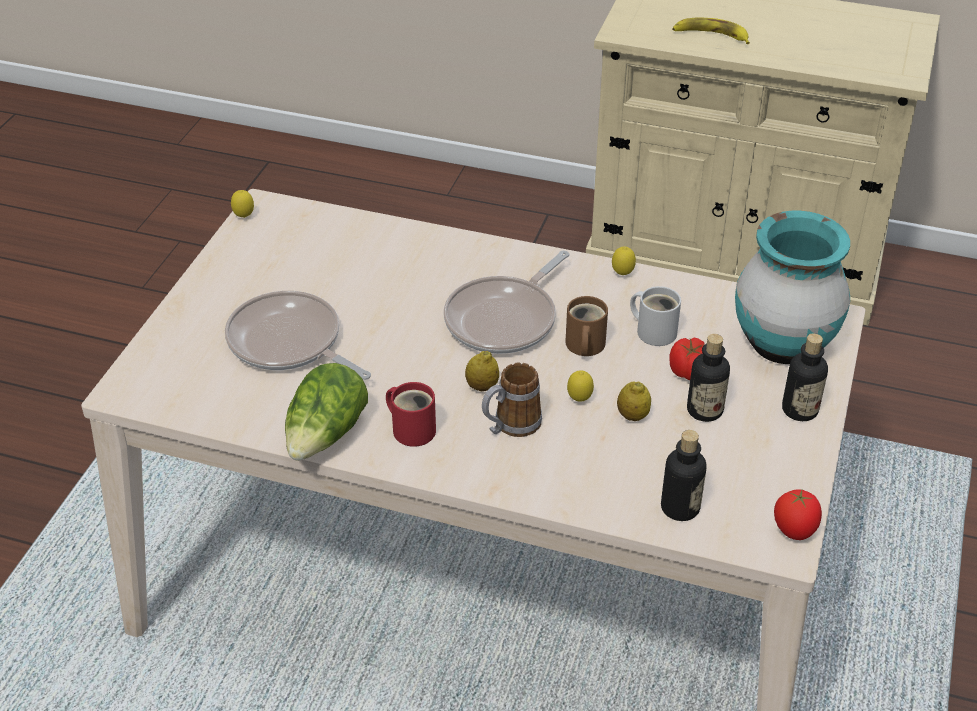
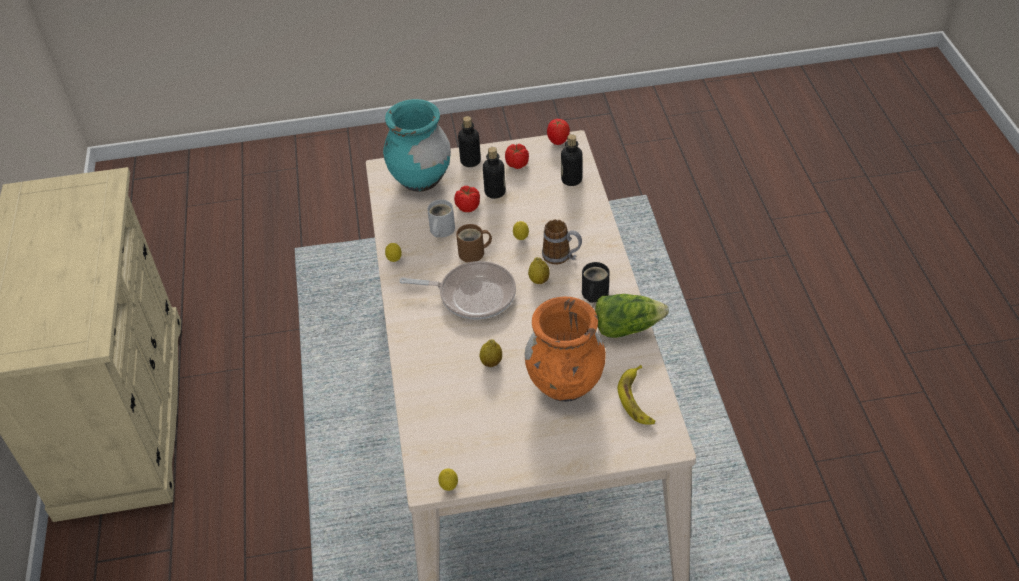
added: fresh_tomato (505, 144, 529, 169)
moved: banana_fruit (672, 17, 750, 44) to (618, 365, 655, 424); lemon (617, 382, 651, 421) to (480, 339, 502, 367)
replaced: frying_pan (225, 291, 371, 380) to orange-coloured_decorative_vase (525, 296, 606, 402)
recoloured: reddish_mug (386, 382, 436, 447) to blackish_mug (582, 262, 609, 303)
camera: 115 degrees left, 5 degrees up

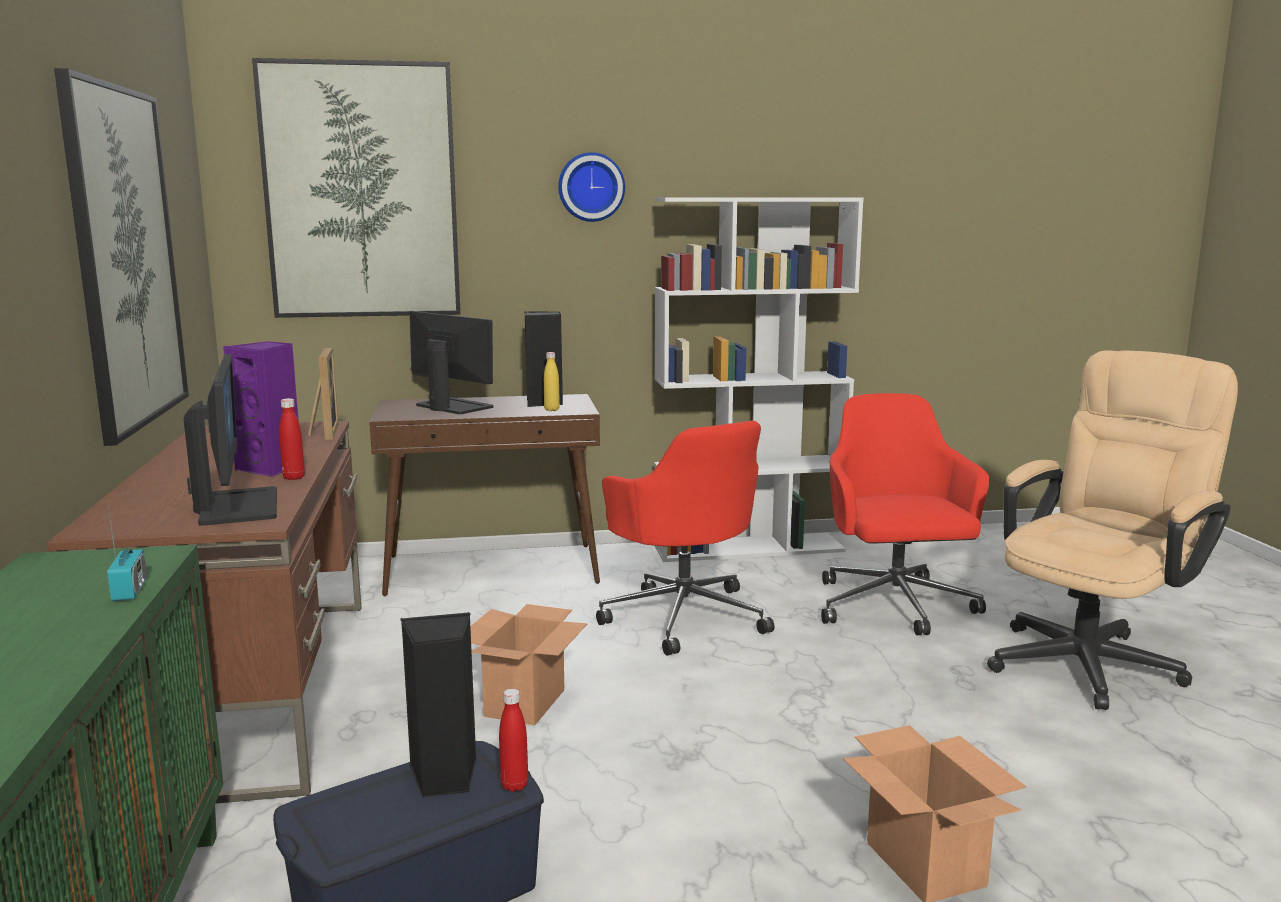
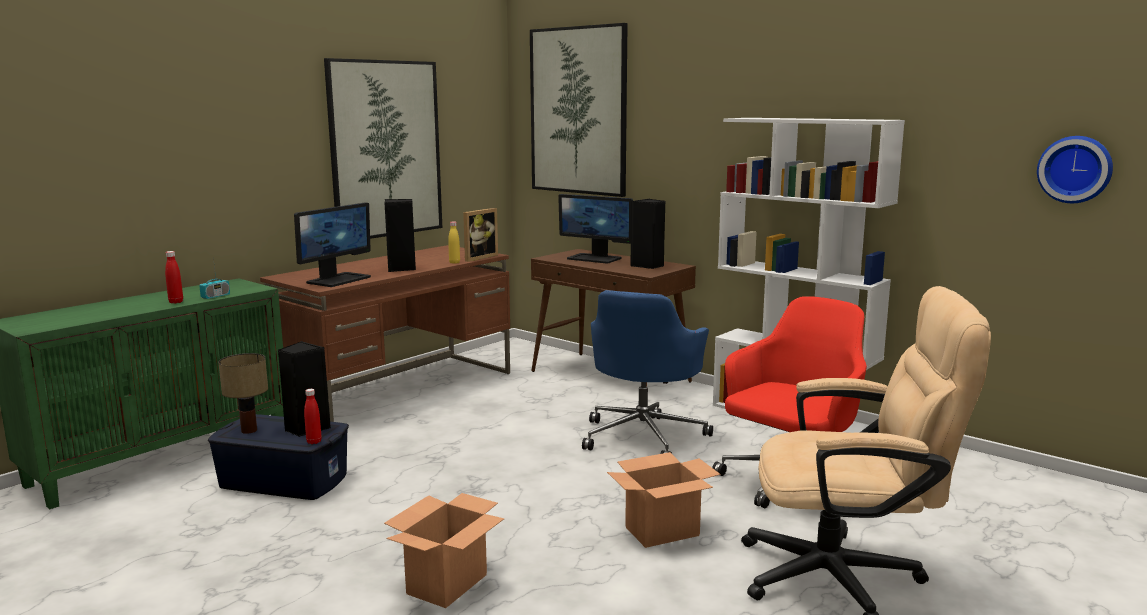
added: tabletop_lamp (218, 353, 268, 434)
moved: wall_clock (558, 152, 625, 222) to (1037, 136, 1113, 203); yellow-coloured_beverage_bottle (544, 352, 560, 411) to (448, 221, 460, 264); reddish_beverage_bottle (279, 398, 305, 480) to (165, 251, 183, 303); cardboard_box (470, 604, 587, 725) to (607, 452, 721, 548)
recoloured: purple-coloured_speaker (223, 341, 299, 477) to blackish_speaker (384, 199, 416, 272); reddish_computer_chair (596, 421, 775, 656) to blue-coloured_computer_chair (582, 290, 713, 454)
turned: computer_display (410, 311, 493, 414) = (558, 194, 633, 264) 120 degrees clockwise
camera: 50 degrees right, 0 degrees up

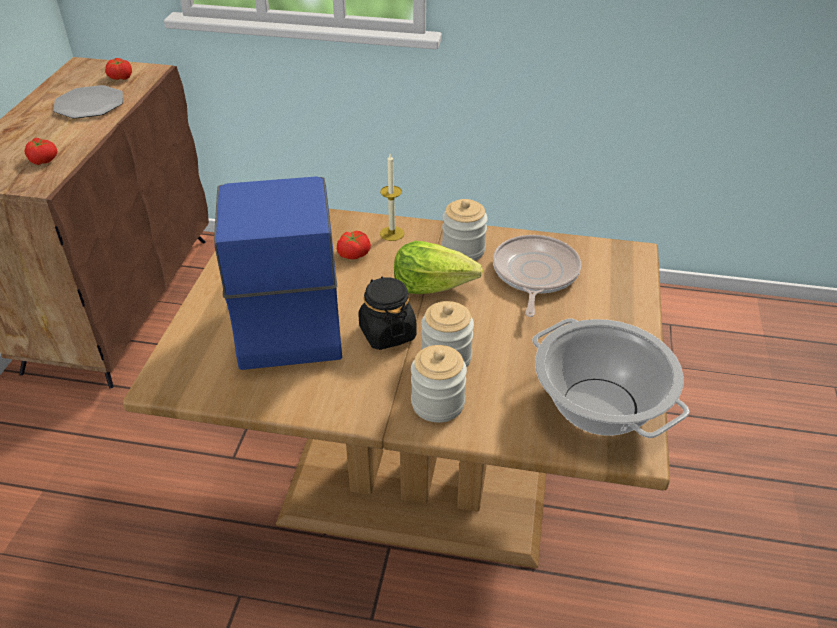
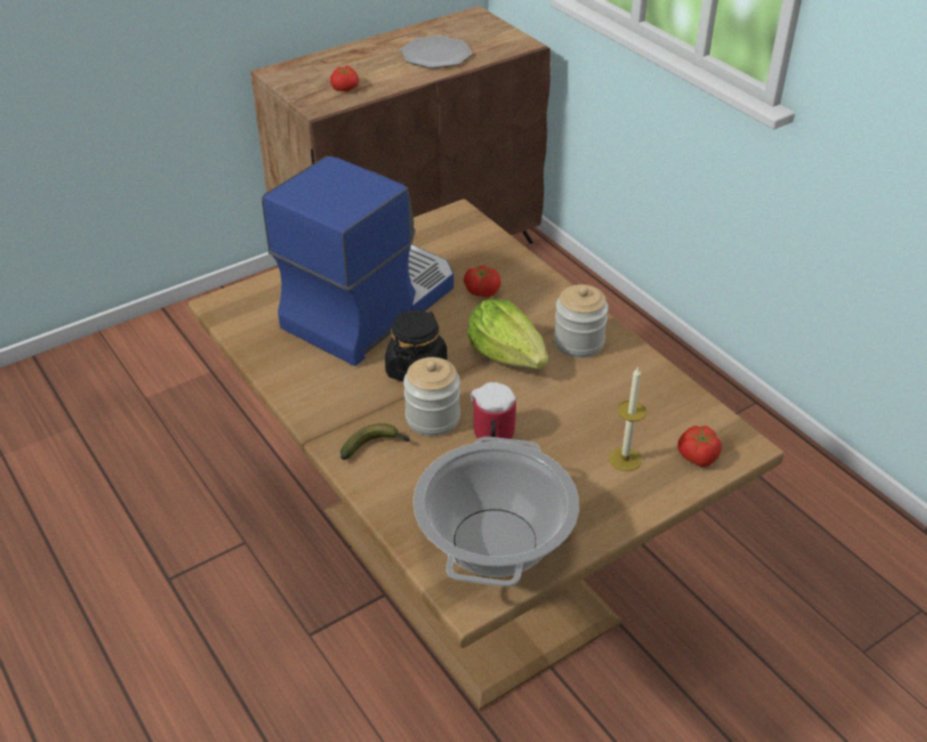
removed: frying_pan (493, 235, 581, 317)
added: mug (470, 382, 516, 439)
moved: fresh_tomato (105, 58, 132, 80) to (678, 426, 722, 467); wax_light (380, 154, 404, 241) to (609, 367, 646, 471)
replaced: jar (411, 345, 467, 422) to banana_fruit (340, 423, 410, 460)
camera: 45 degrees right, 0 degrees up

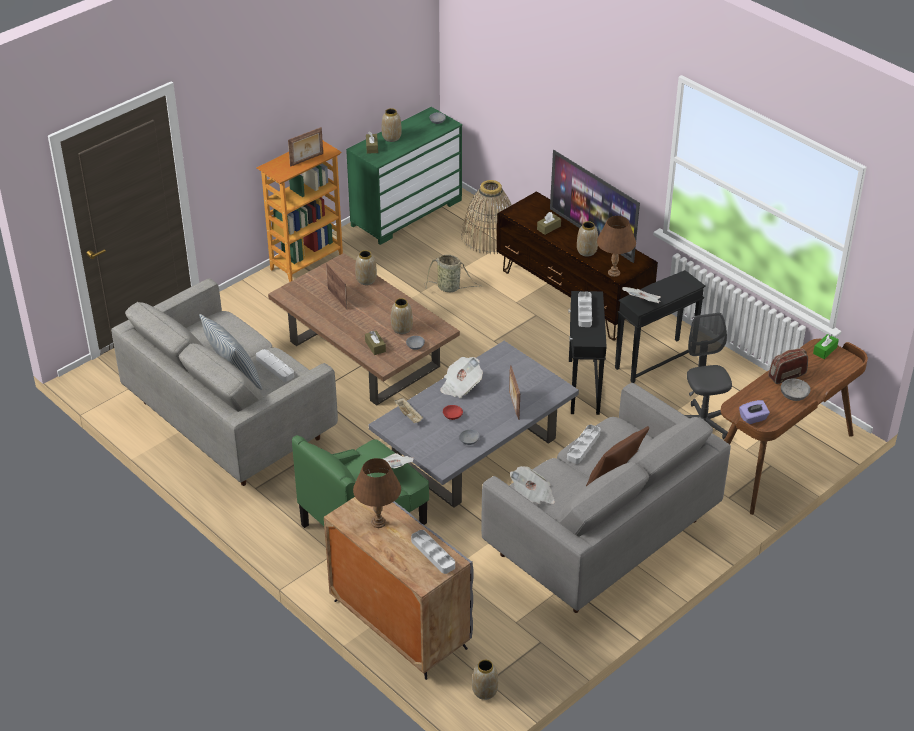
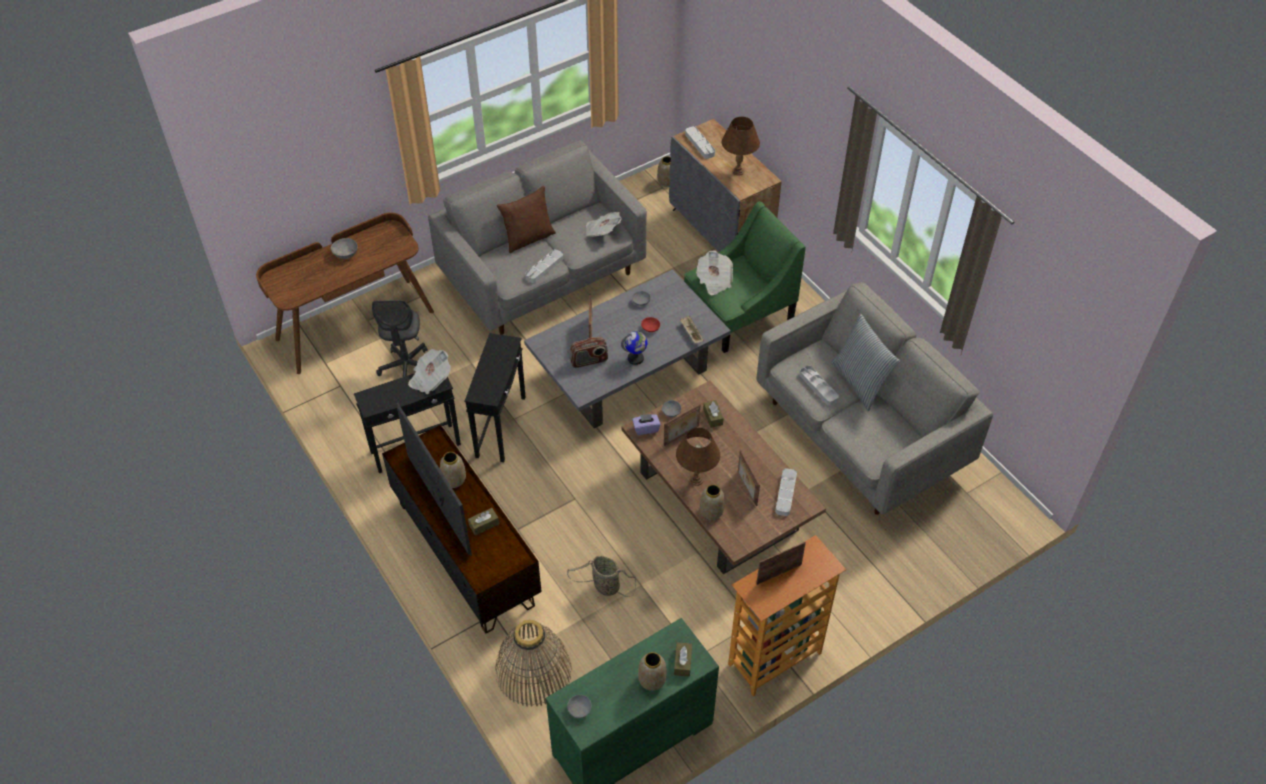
removed: green_box_of_tissues (813, 334, 839, 359)
moved: brown-coloured_tabletop_lamp (597, 216, 636, 277) to (676, 428, 720, 486); grey_tray (578, 292, 592, 327) to (775, 468, 797, 516); radio (768, 348, 808, 384) to (570, 337, 608, 368); purple-coloured_box_of_tissues (739, 400, 770, 424) to (632, 414, 661, 435)
replaced: decorative_vase (391, 298, 413, 334) to picture_frame (663, 404, 701, 446); newspaper (440, 357, 483, 398) to globe (621, 331, 647, 365)
camera: 170 degrees left, 10 degrees up

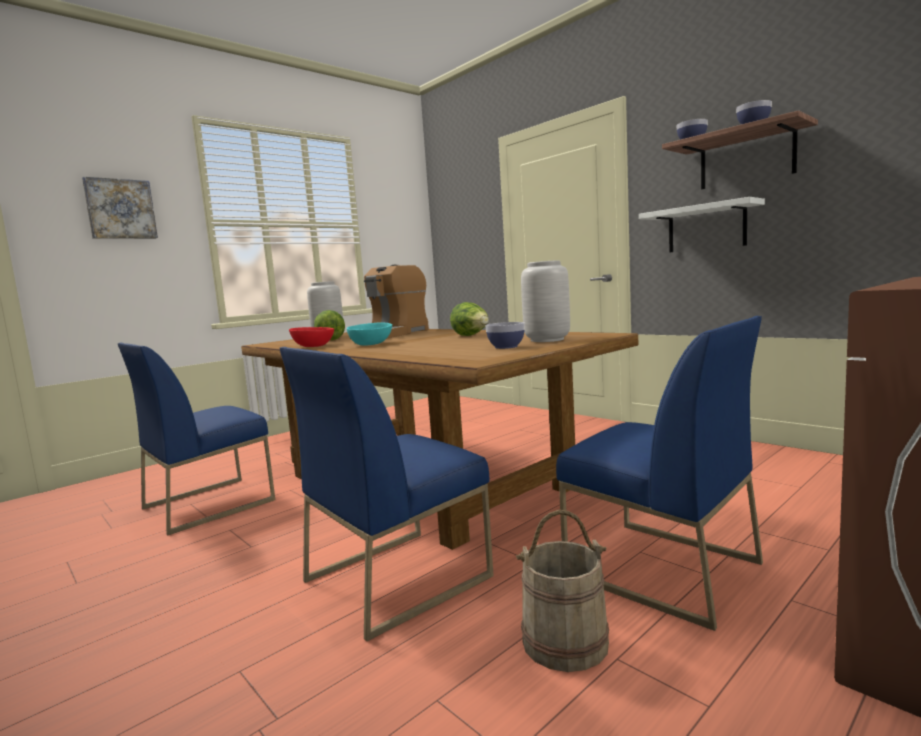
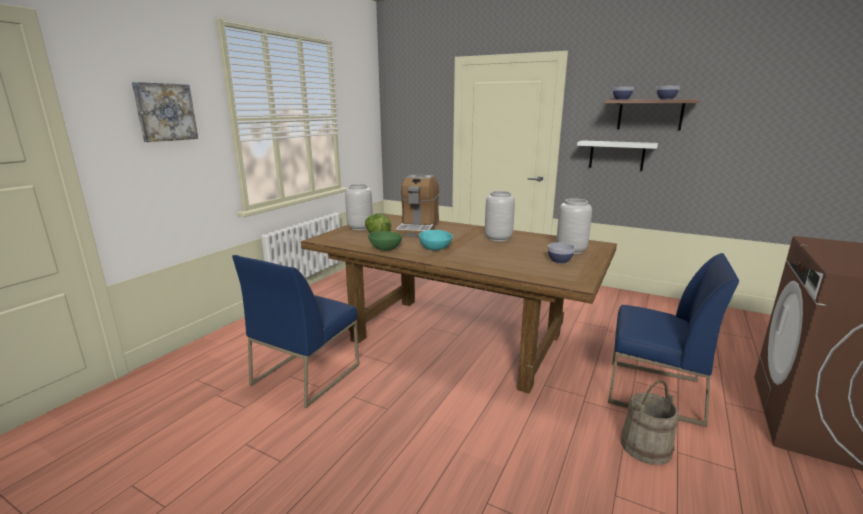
removed: blue-coloured_chair (280, 347, 494, 641)
replaced: lettuce_head (450, 302, 489, 336) to grey_decorative_vase (485, 191, 515, 242)
recoloured: reddish_bowl (289, 327, 334, 347) to green_bowl (368, 231, 402, 250)
camera: 20 degrees left, 10 degrees up

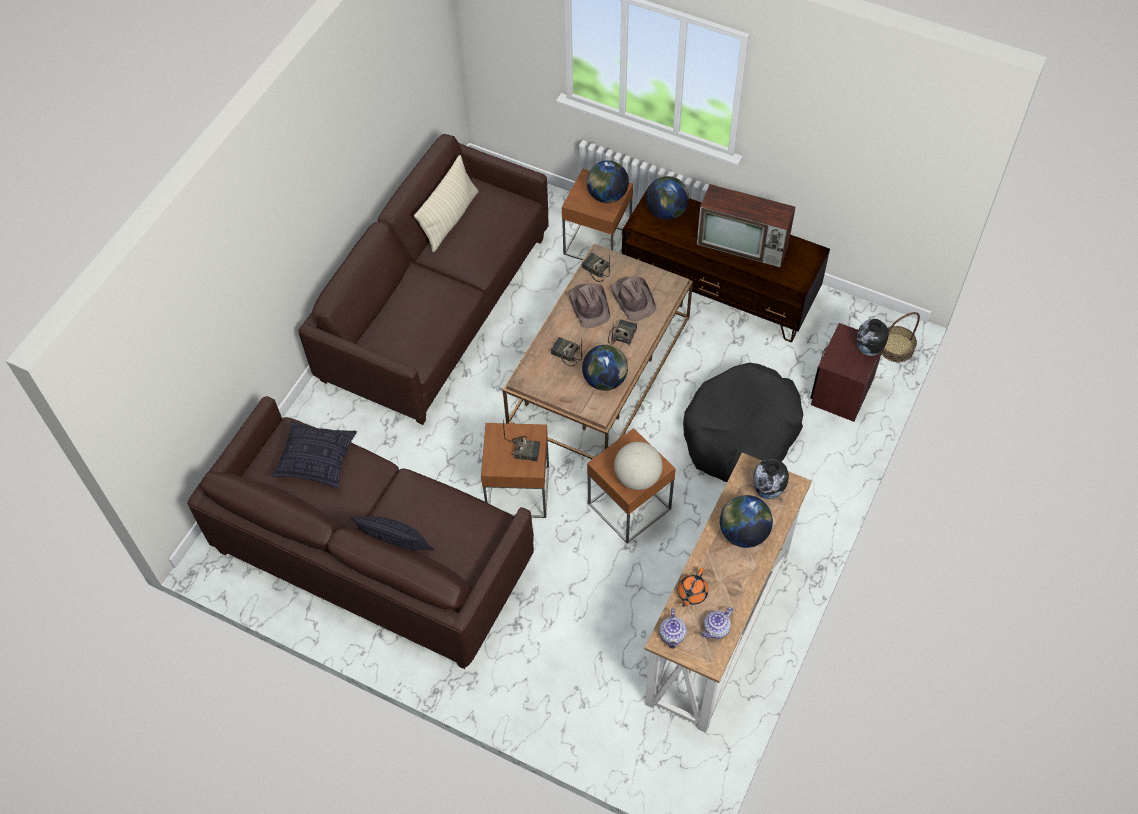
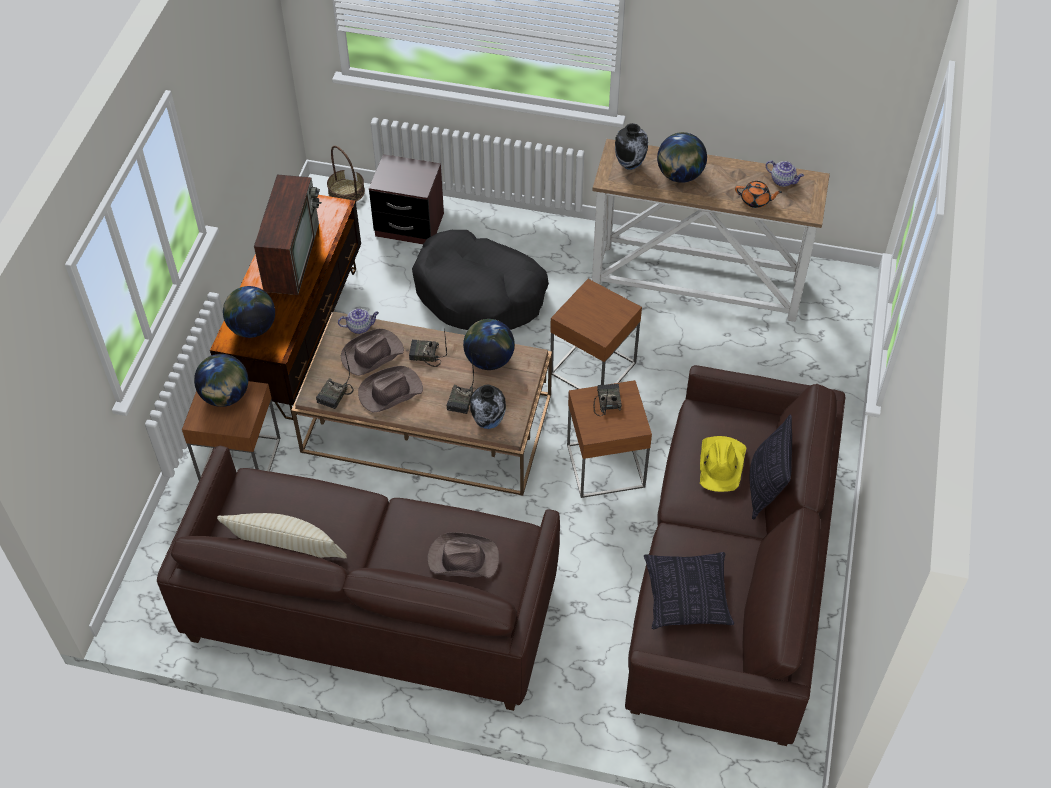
removed: globe (614, 442, 663, 490)
added: yellow-coloured_wearable_hat (700, 436, 746, 492); brown-coloured_wearable_hat (427, 532, 499, 578)
moved: decorative_vase (857, 319, 889, 356) to (470, 385, 506, 429); pot_for_tea (659, 608, 687, 649) to (338, 308, 379, 334)
camera: 105 degrees left, 5 degrees down

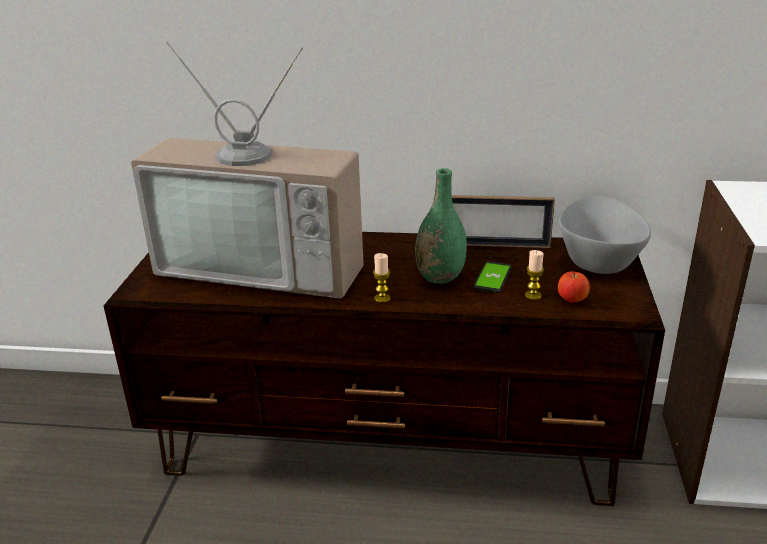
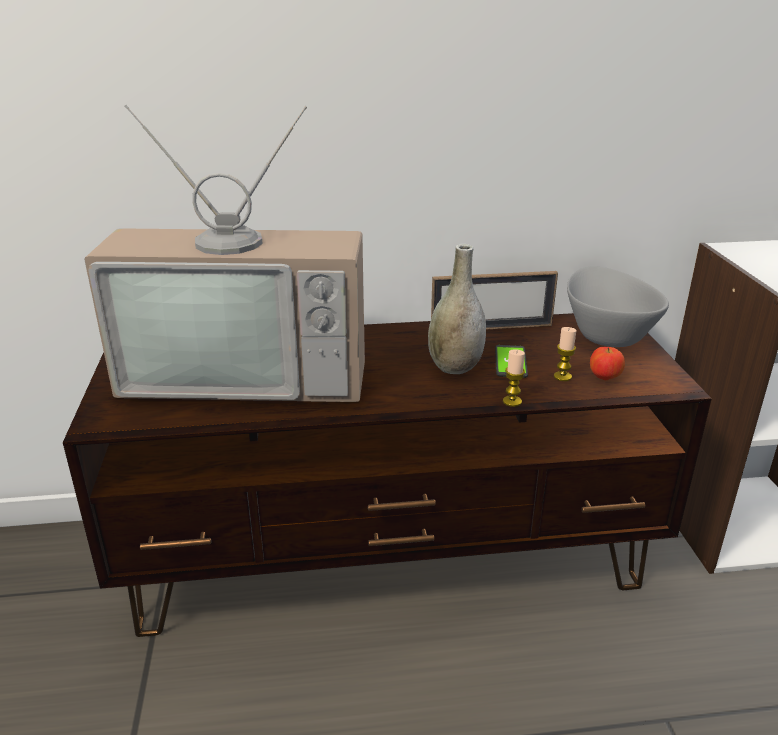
moved: wax_light (373, 253, 391, 303) to (503, 349, 525, 407)
recoloured: green_decorative_vase (415, 168, 467, 284) to grey_decorative_vase (428, 244, 486, 374)
camera: 15 degrees left, 0 degrees up

